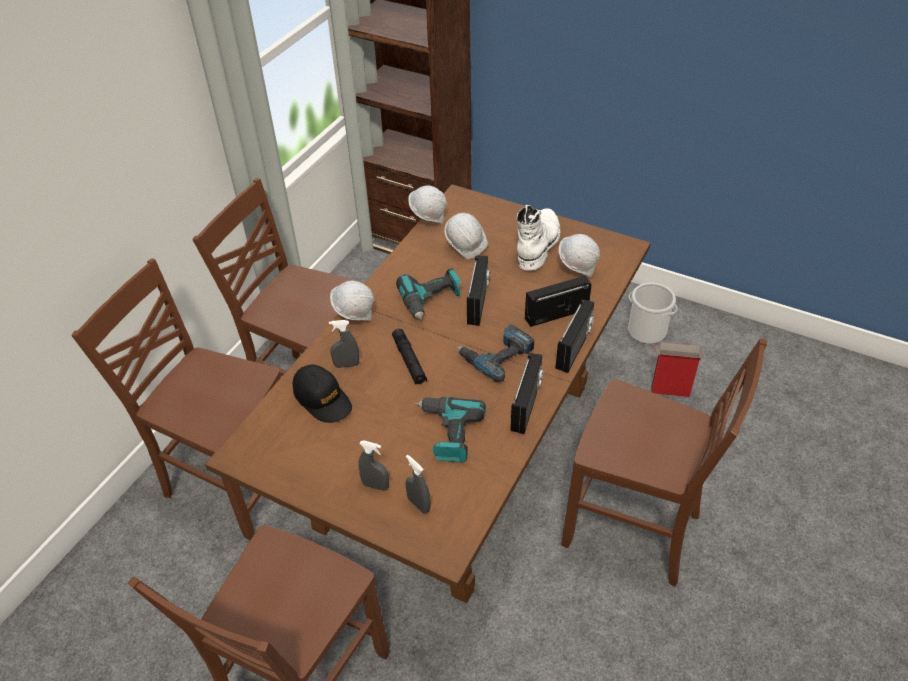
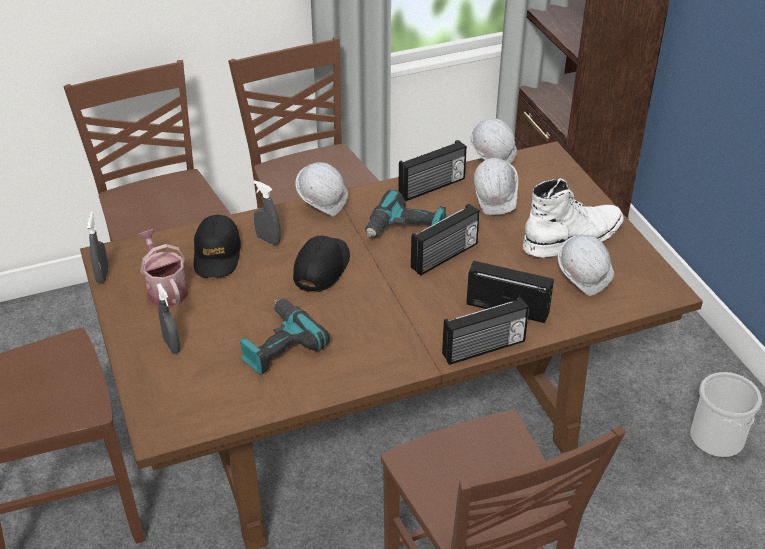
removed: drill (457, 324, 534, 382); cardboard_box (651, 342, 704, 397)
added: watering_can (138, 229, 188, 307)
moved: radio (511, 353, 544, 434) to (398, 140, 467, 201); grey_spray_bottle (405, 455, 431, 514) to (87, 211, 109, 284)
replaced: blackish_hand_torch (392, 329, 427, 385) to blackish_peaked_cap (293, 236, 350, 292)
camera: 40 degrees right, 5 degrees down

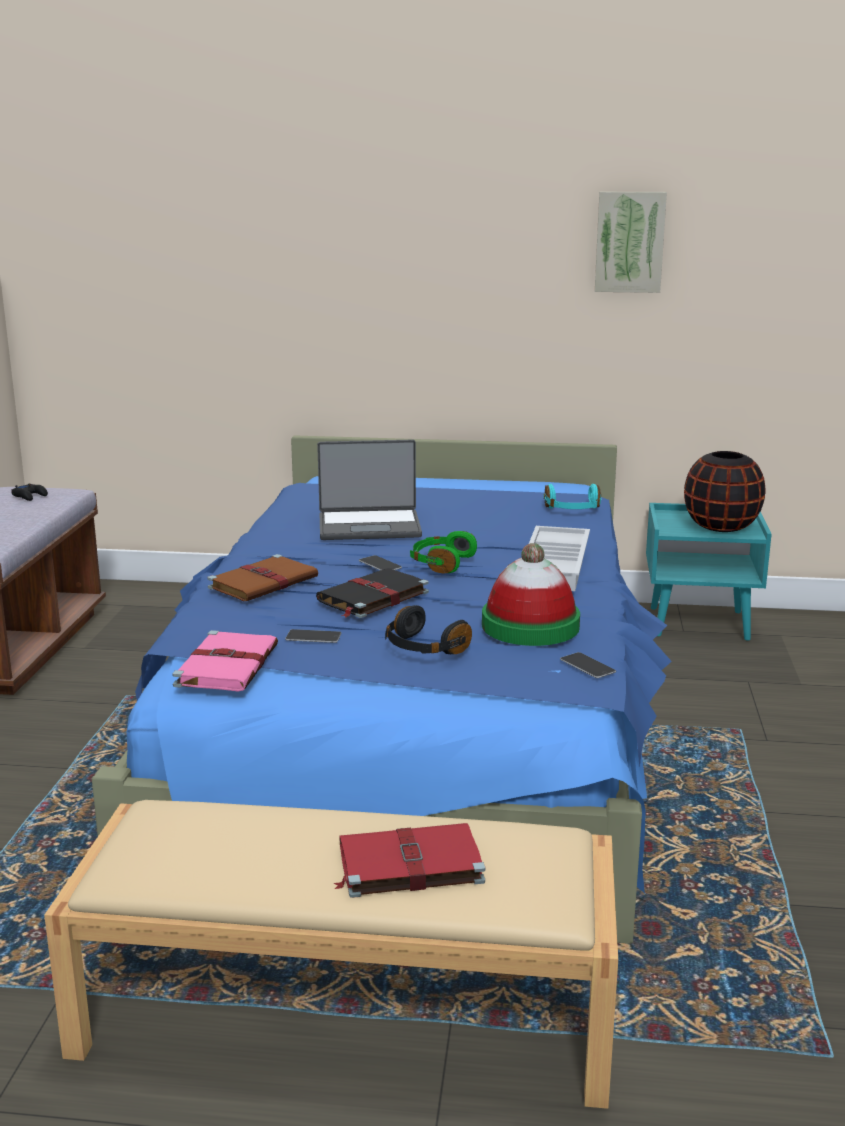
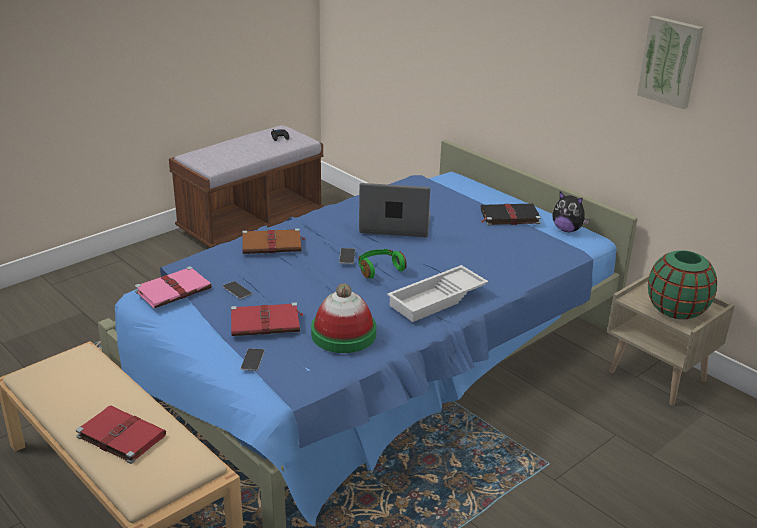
removed: turquoise-coloured_pair_of_headphones (543, 484, 601, 509)
added: plush_toy (552, 192, 590, 232)
moved: blackish_volume (316, 568, 429, 618) to (481, 204, 541, 226); phone (560, 652, 616, 678) to (241, 348, 265, 371)
replaced: blackish_pair_of_headphones (385, 605, 472, 654) to reddish_volume (231, 303, 304, 336)
recoloured: blackish_decorative_vase (684, 451, 766, 532) to green_decorative_vase (648, 250, 717, 319); turquoise-coloured_nightstand (646, 503, 772, 641) to sand-coloured_nightstand (607, 273, 735, 406)
turned: laptop (317, 440, 422, 540) = (359, 183, 430, 237) 150 degrees clockwise
camera: 40 degrees right, 10 degrees up

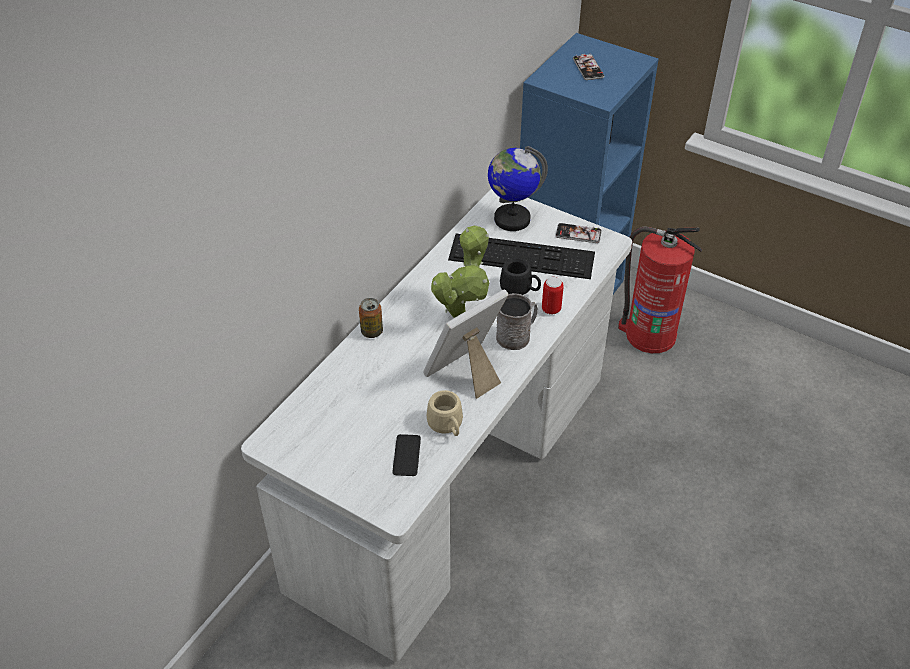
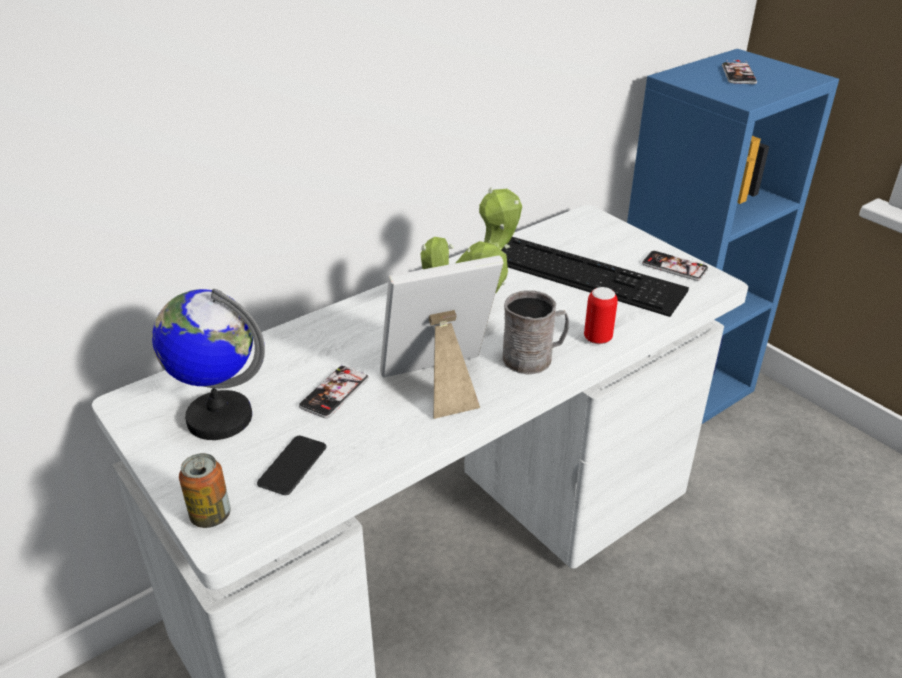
removed: fire-fighting_cylinder (618, 227, 702, 353); blackish_mug (500, 258, 541, 295); sand-coloured_mug (427, 390, 463, 436)
added: phone (299, 364, 369, 418)
moved: globe (488, 146, 548, 231) to (152, 289, 265, 440); can (359, 298, 383, 338) to (179, 453, 231, 528)
camera: 20 degrees right, 10 degrees down

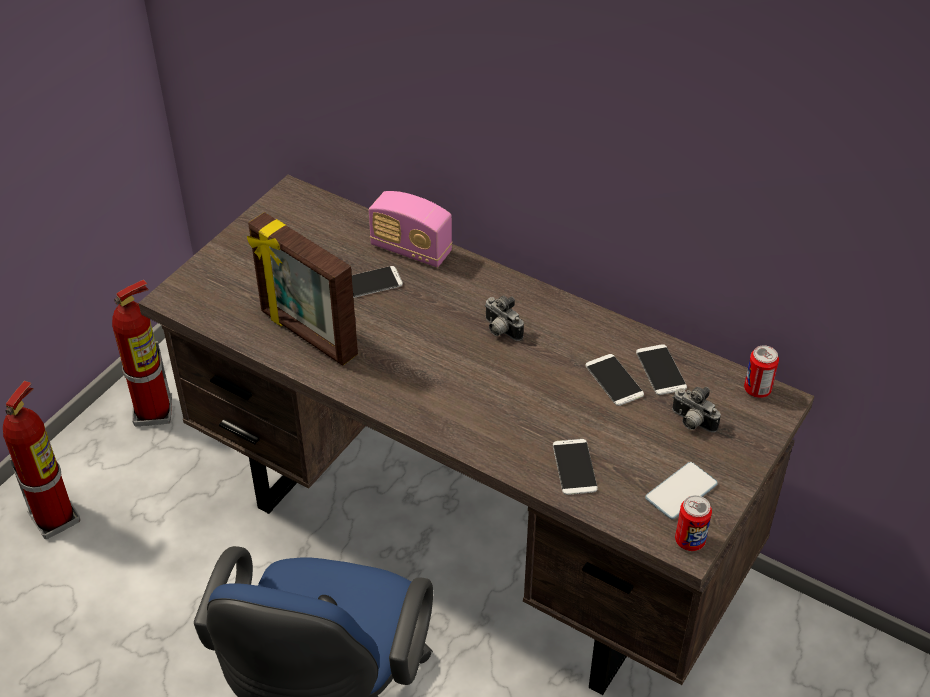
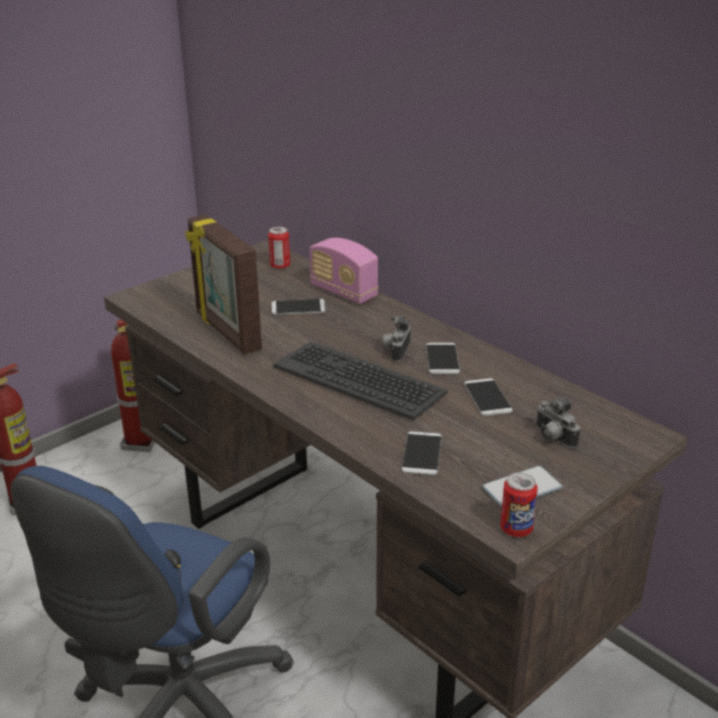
added: computer_keyboard (273, 341, 448, 420)
moved: phone (636, 344, 687, 395) to (426, 343, 460, 374); can (744, 345, 779, 398) to (268, 227, 290, 269)
turned: photo_camera (485, 296, 524, 341) = (382, 316, 411, 362) 45 degrees clockwise
camera: 15 degrees right, 15 degrees down

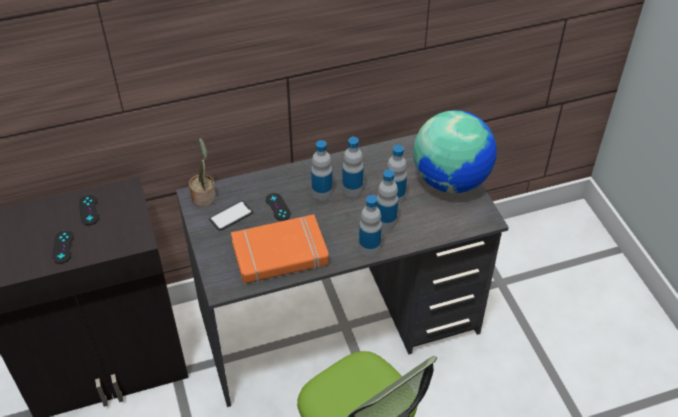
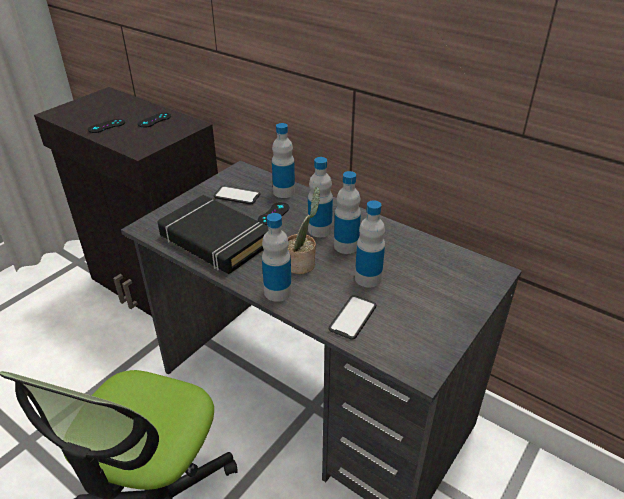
removed: globe (413, 110, 497, 193)
added: phone (329, 295, 376, 340)
moved: potted_plant (189, 138, 216, 207) to (288, 187, 320, 274); beverage_bottle (376, 169, 398, 230) to (272, 123, 295, 198)
recoloured: orange-coloured_volume (231, 214, 329, 284) to blackish_volume (158, 195, 268, 274)
camera: 55 degrees right, 10 degrees down

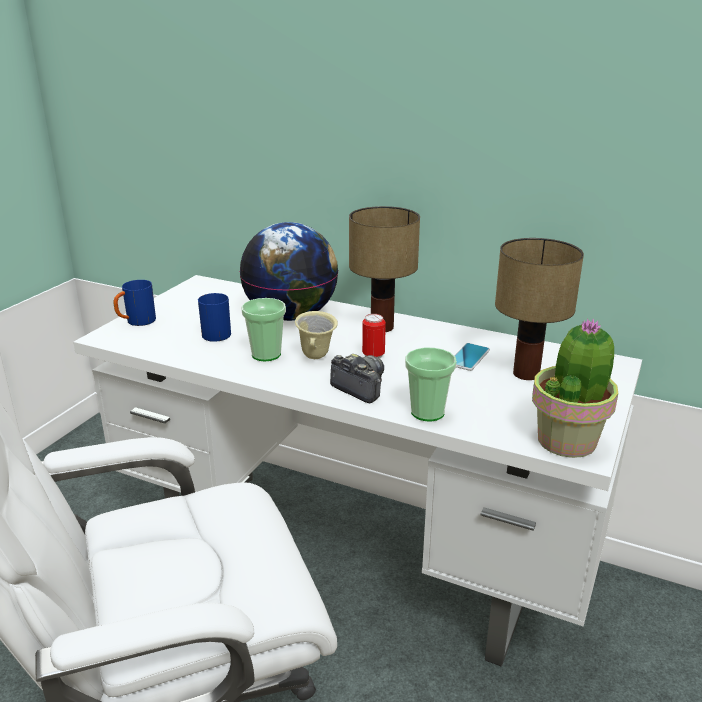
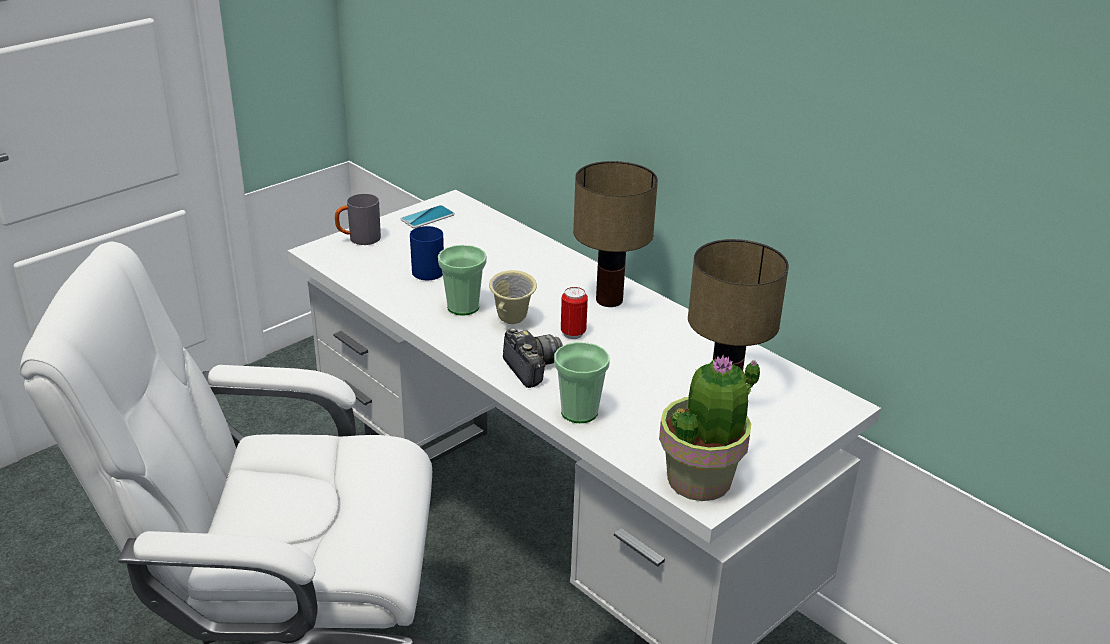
removed: globe (240, 222, 339, 321)
moved: phone (454, 343, 490, 371) to (401, 205, 455, 228)
recoloured: blue-coloured_mug (114, 280, 156, 326) to grey_mug (335, 194, 381, 245)
camera: 20 degrees right, 5 degrees up

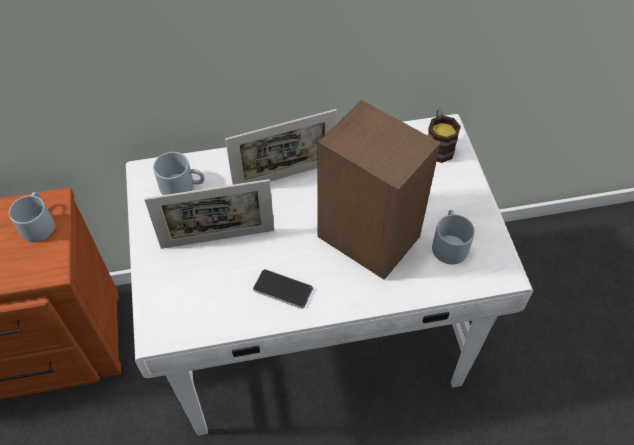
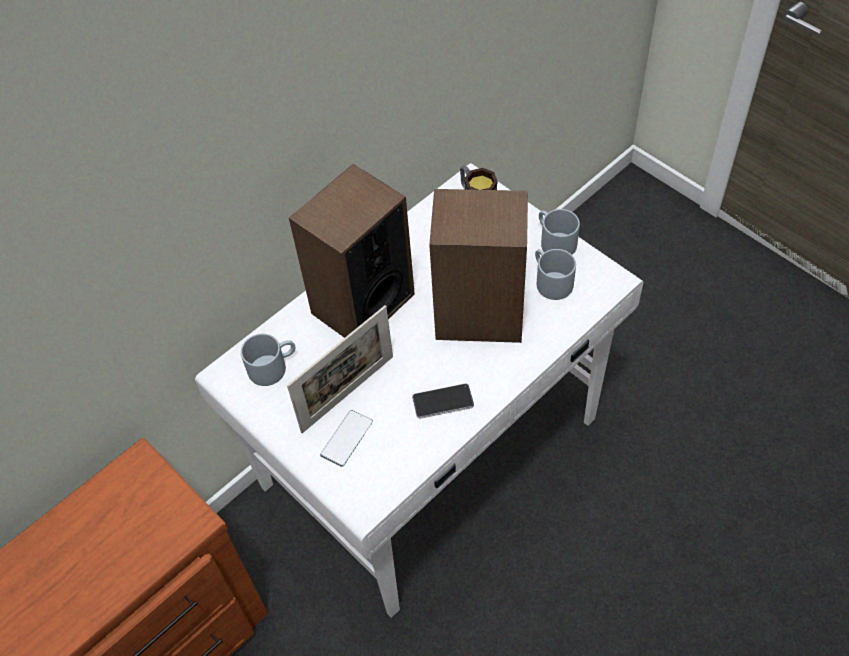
added: phone (320, 410, 373, 467)
moved: grey_mug (9, 192, 55, 242) to (539, 209, 580, 255)
replaced: picture_frame (225, 109, 337, 185) to speaker (289, 164, 415, 338)
camera: 30 degrees left, 0 degrees up

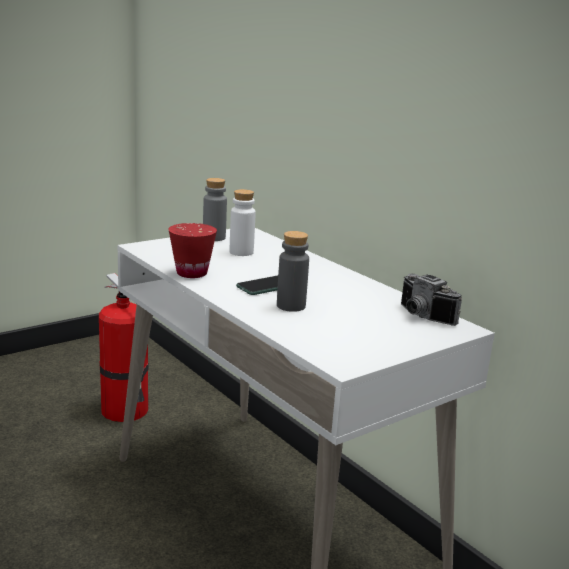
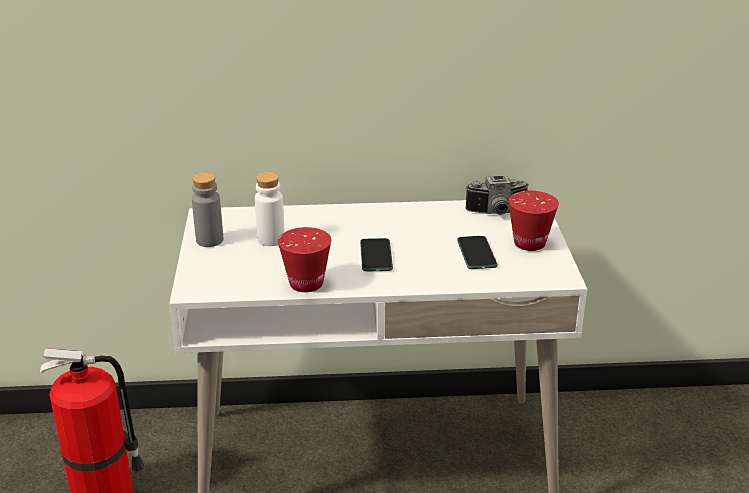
removed: grey_beverage_bottle (277, 231, 309, 312)
added: reddish_small_cup (508, 191, 559, 251); phone (457, 236, 498, 269)
camera: 55 degrees left, 10 degrees up

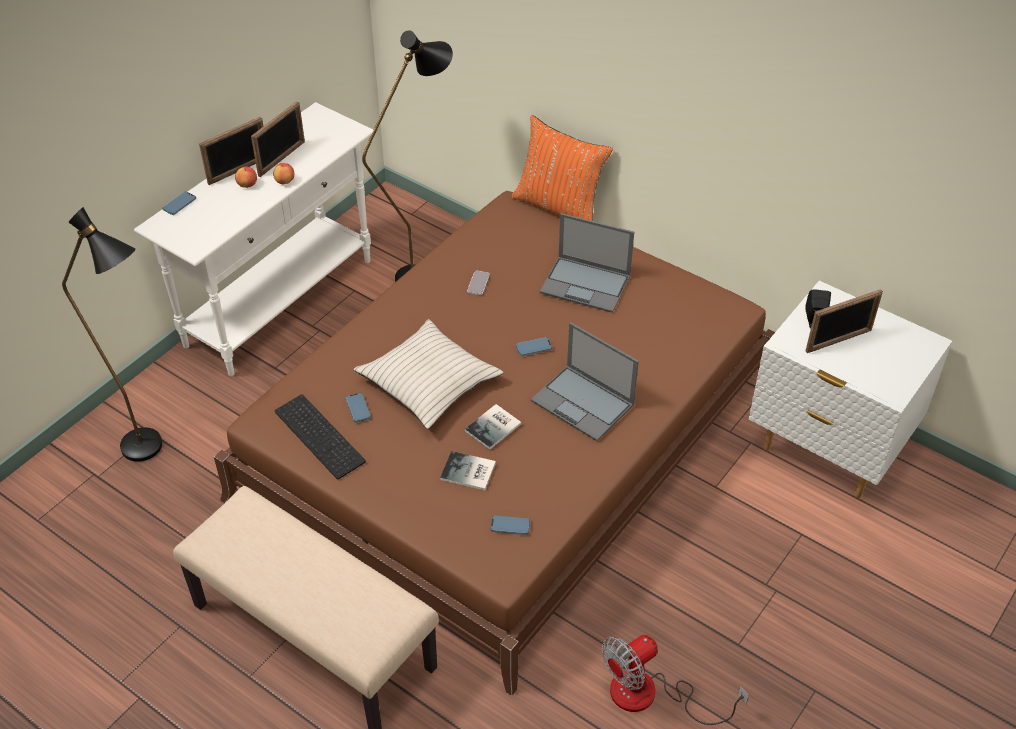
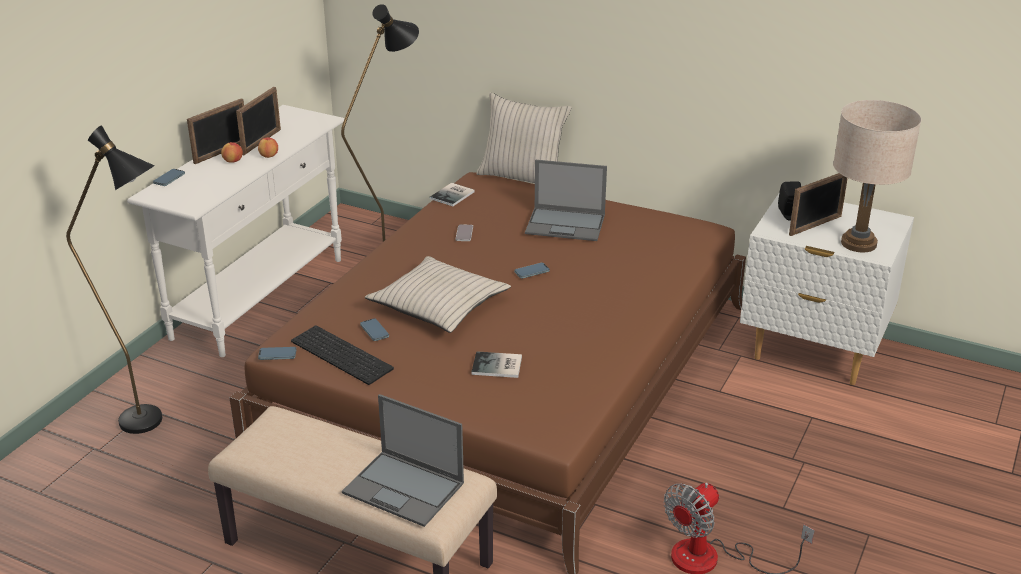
added: sand-coloured_tabletop_lamp (833, 100, 921, 252)
moved: laptop (531, 322, 639, 441) to (342, 394, 464, 527); volume (464, 404, 521, 449) to (429, 183, 475, 206); phone (490, 515, 530, 535) to (258, 347, 296, 360)
recoloured: orange-coloured_throw_pillow (512, 115, 613, 221) to sand-coloured_throw_pillow (477, 92, 572, 183)
camera: 10 degrees left, 15 degrees down

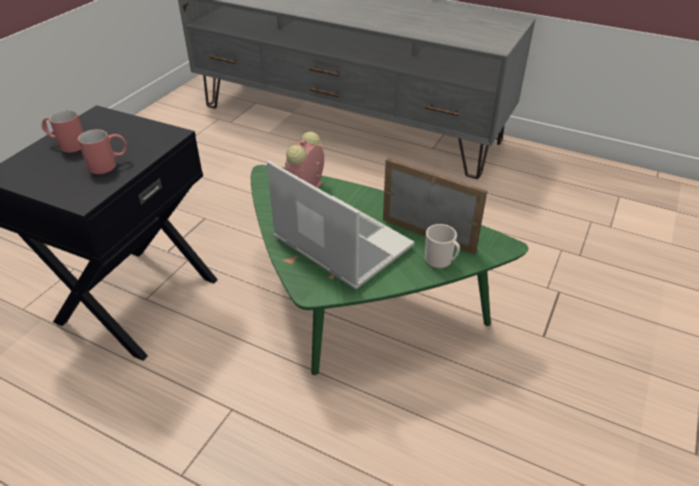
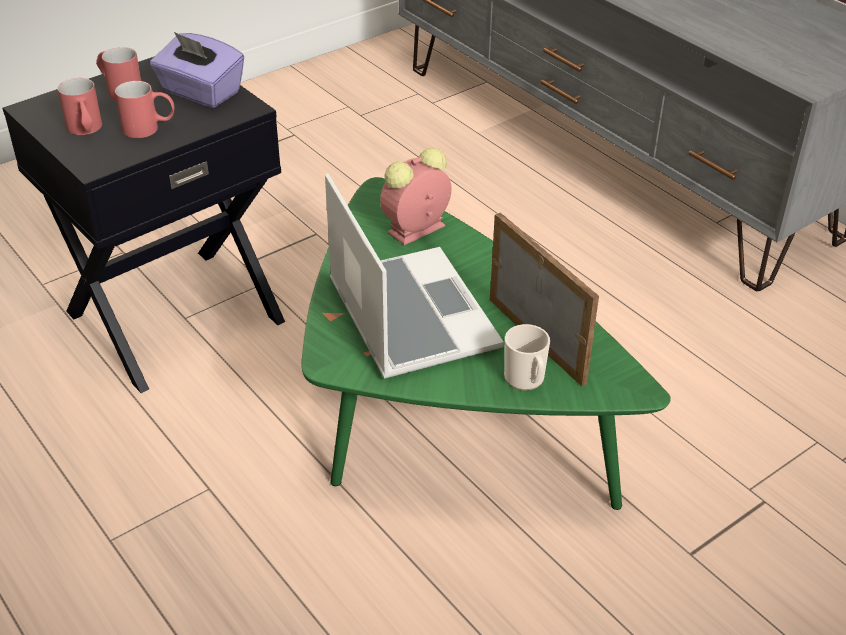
added: purple-coloured_box_of_tissues (150, 32, 244, 108); reddish_mug (58, 78, 102, 135)
camera: 25 degrees right, 0 degrees up

